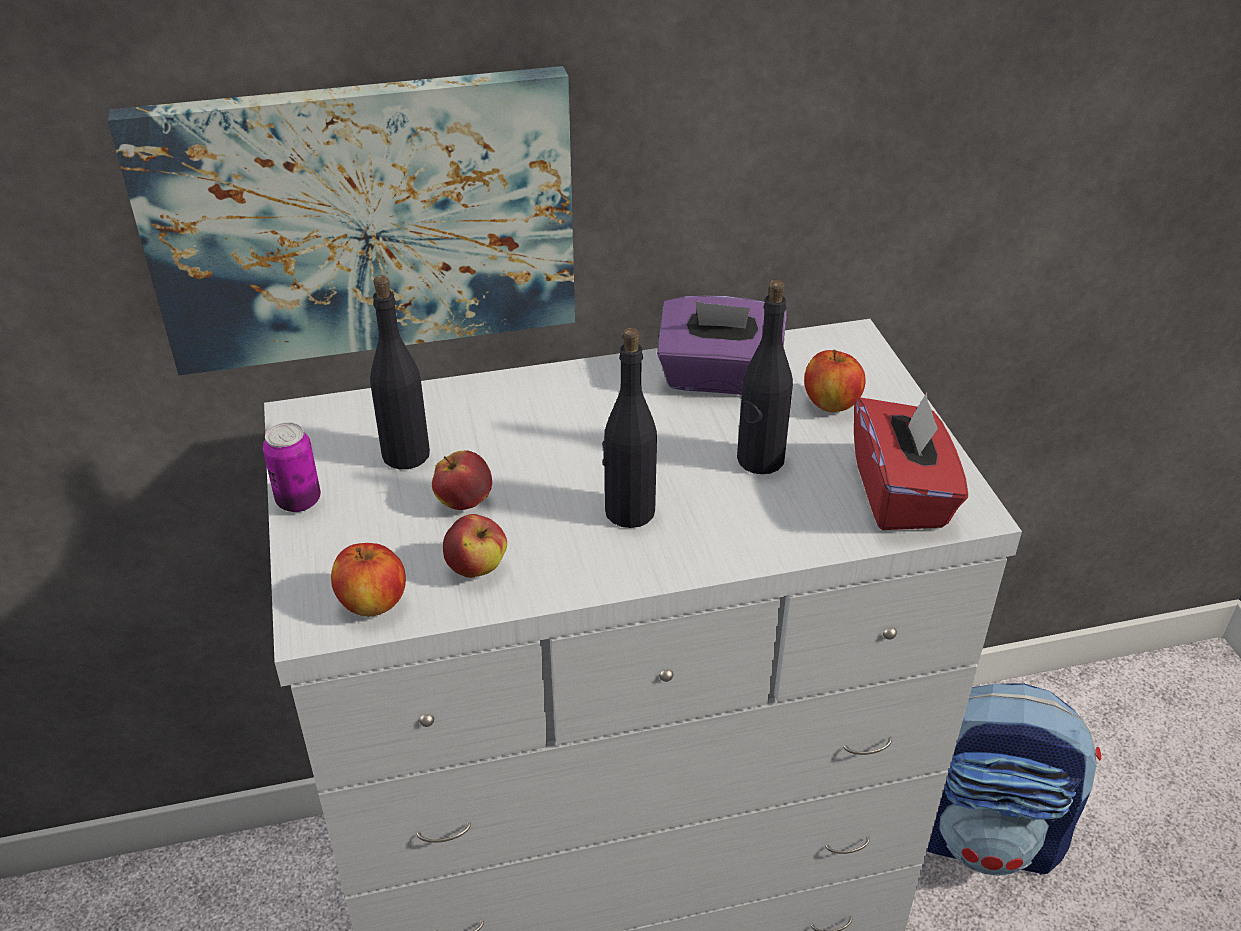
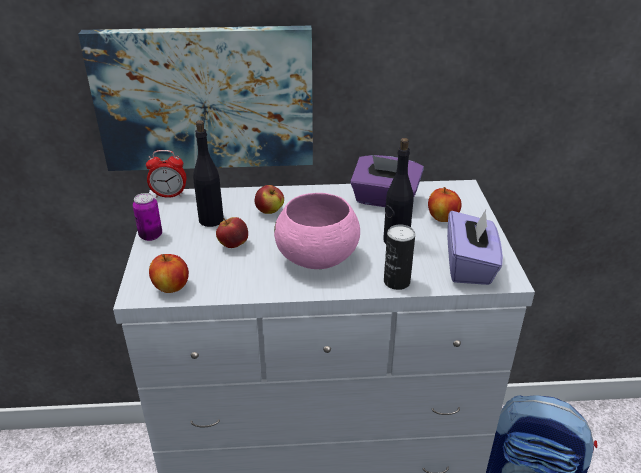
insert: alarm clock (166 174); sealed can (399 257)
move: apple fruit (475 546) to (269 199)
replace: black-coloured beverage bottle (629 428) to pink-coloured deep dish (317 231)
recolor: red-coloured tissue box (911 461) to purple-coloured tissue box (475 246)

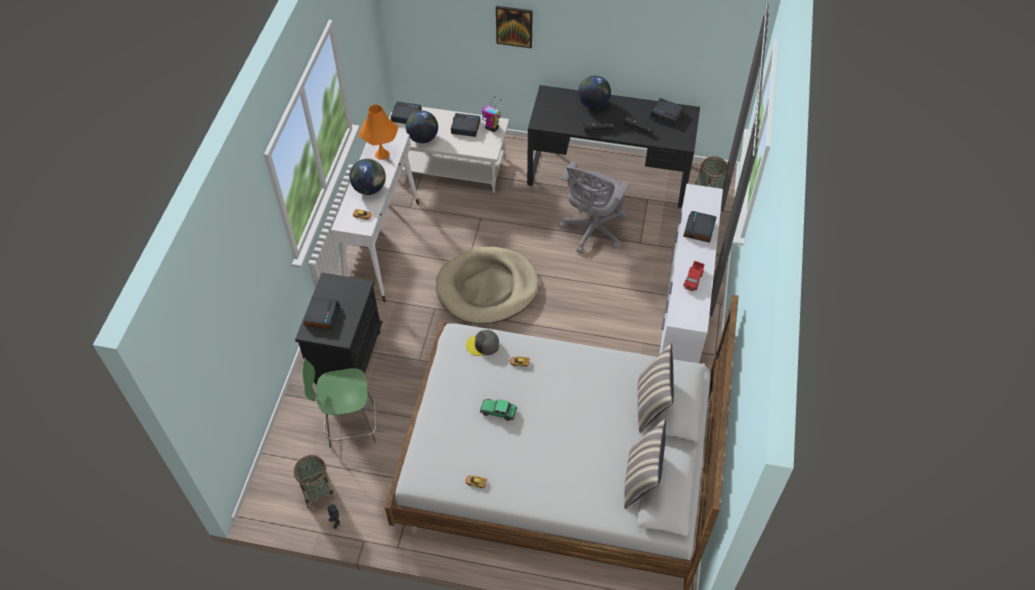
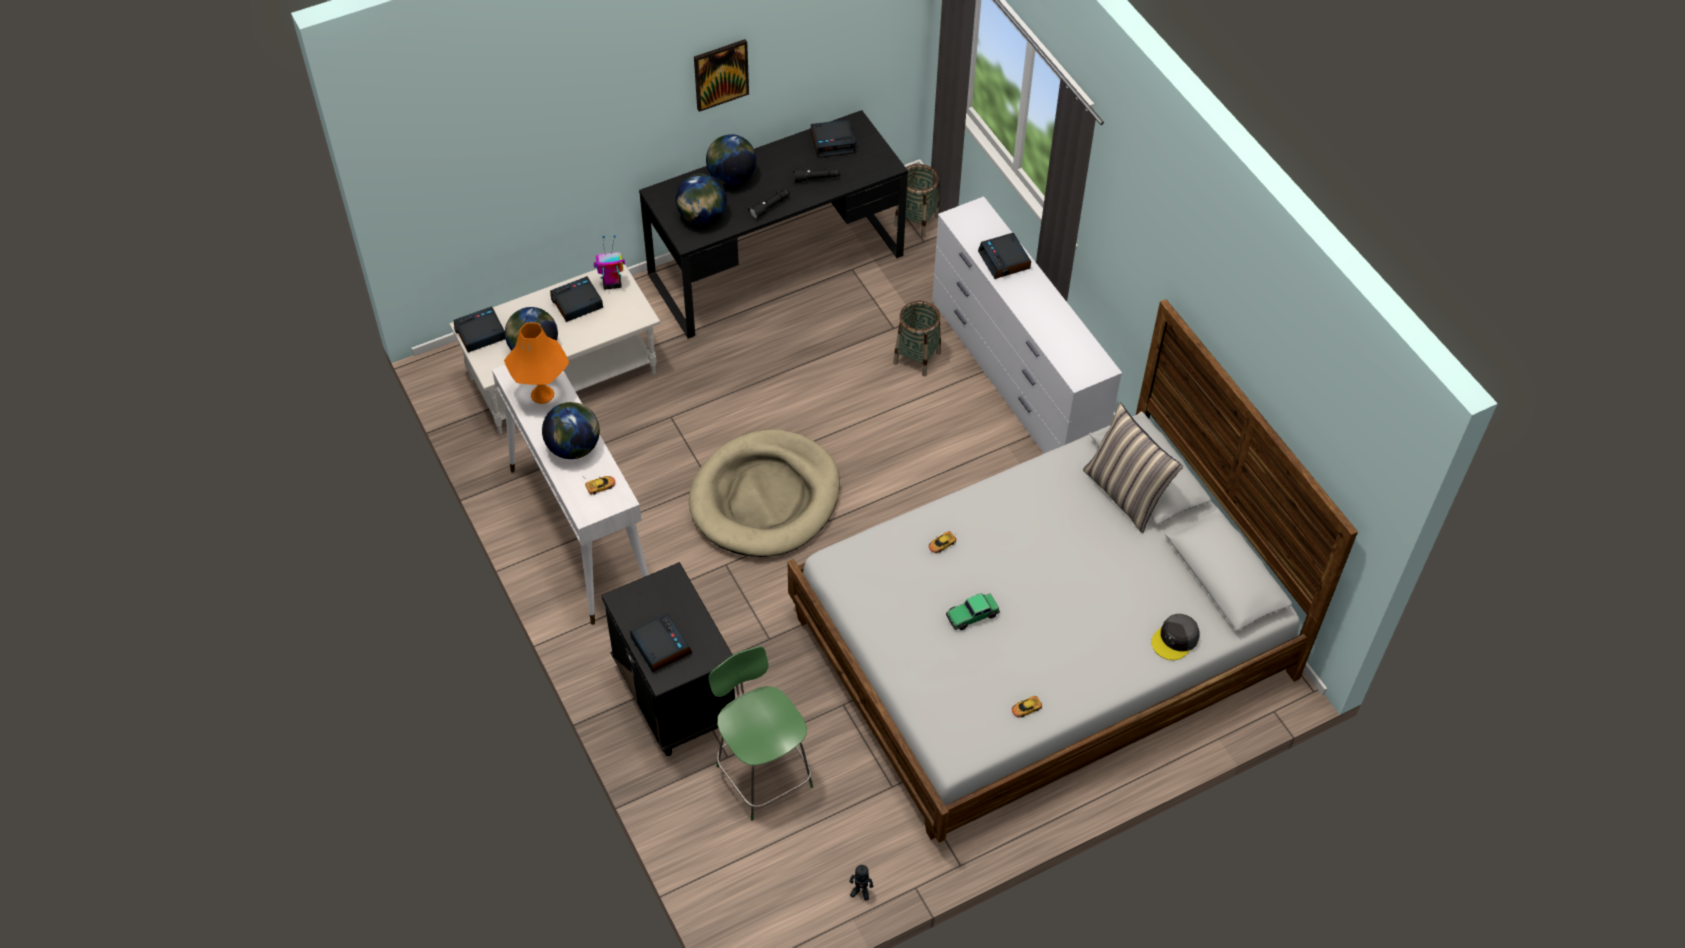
delete: greyish computer chair (594 208); pillow (645 464); toy truck (693 276)
insert: world globe (701 199)
move: basket (315 482) to (917 338); greyish cap (482 343) to (1175 637); picture (514 27) to (721 75)
rotate: green plain chair (339 403) = (760 733) 105 degrees clockwise

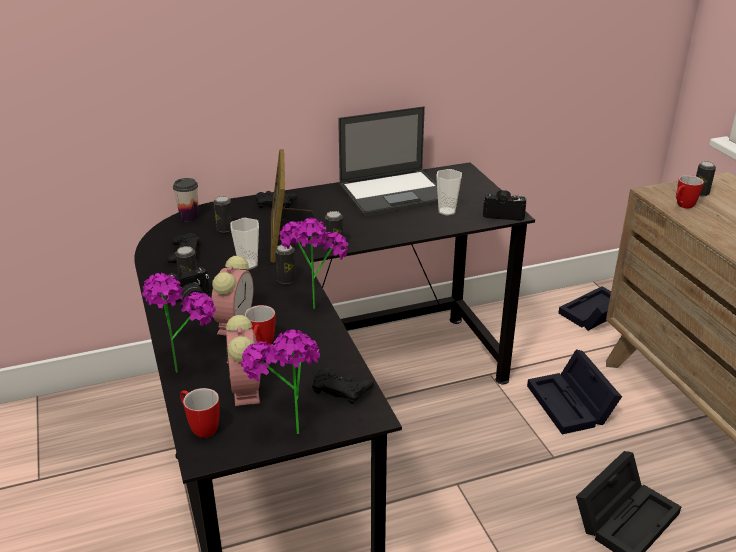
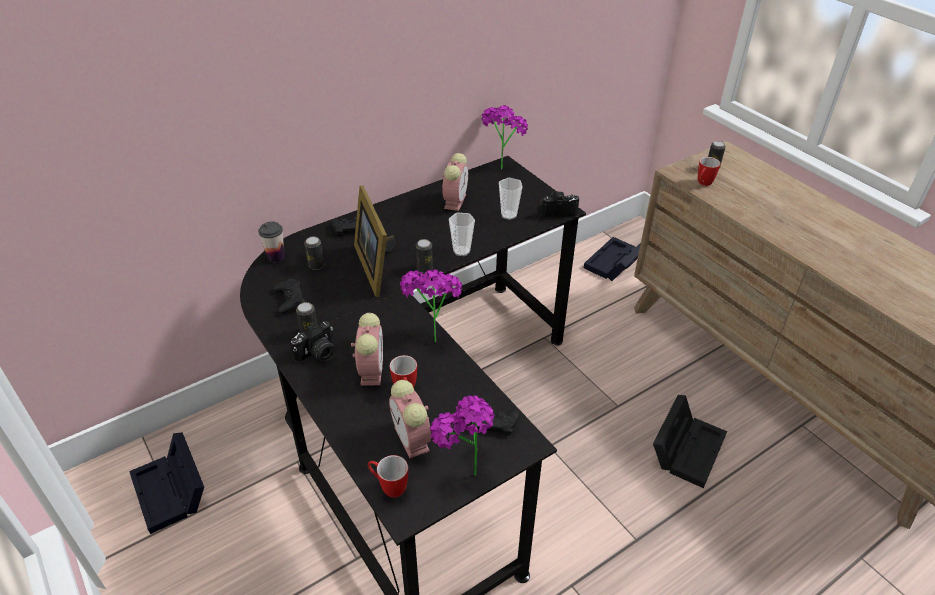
delete: sealed can (285 264)
move: plant in a pot (179 323) to (505 137); small cup (244 244) to (462 234); black-coloured storage box (574 392) to (166 483)
replace: portable computer (388 161) to alarm clock (455 182)

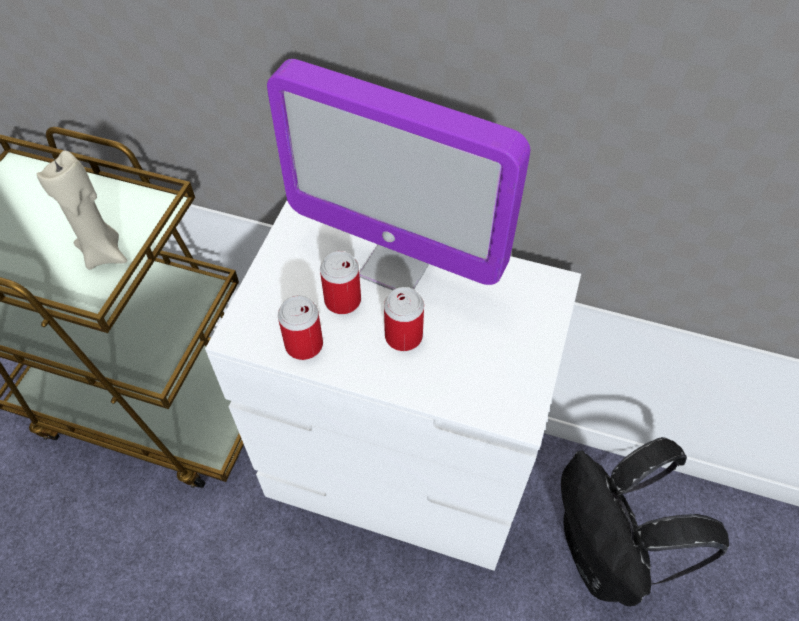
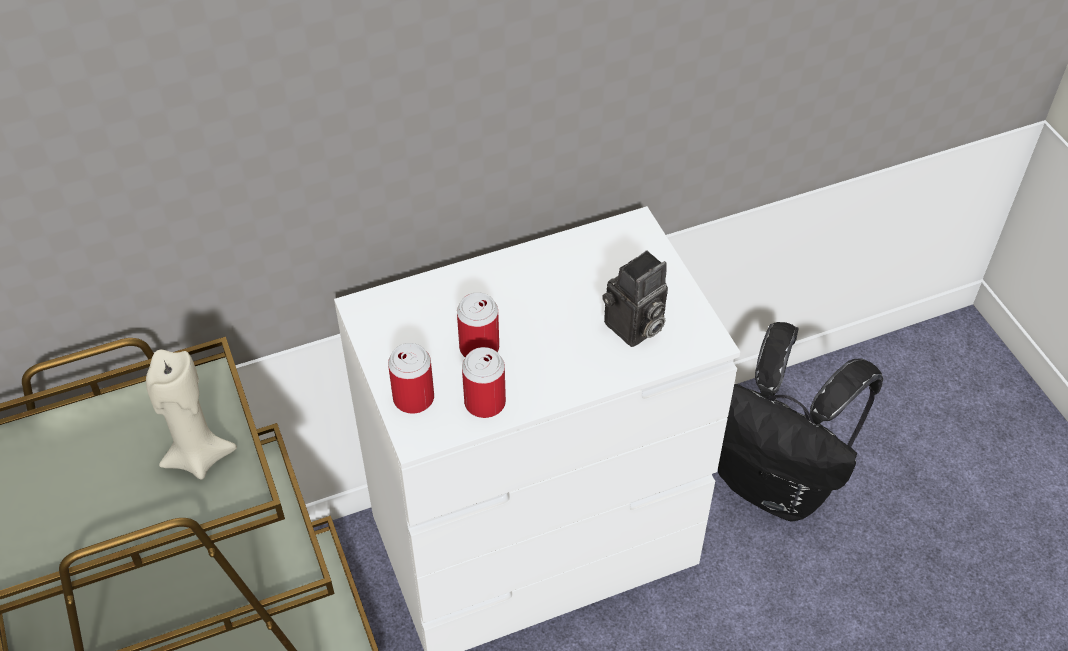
delete: monitor (398 174)
insert: photo camera (635 298)
move: sealed can (404 319) to (411 378)

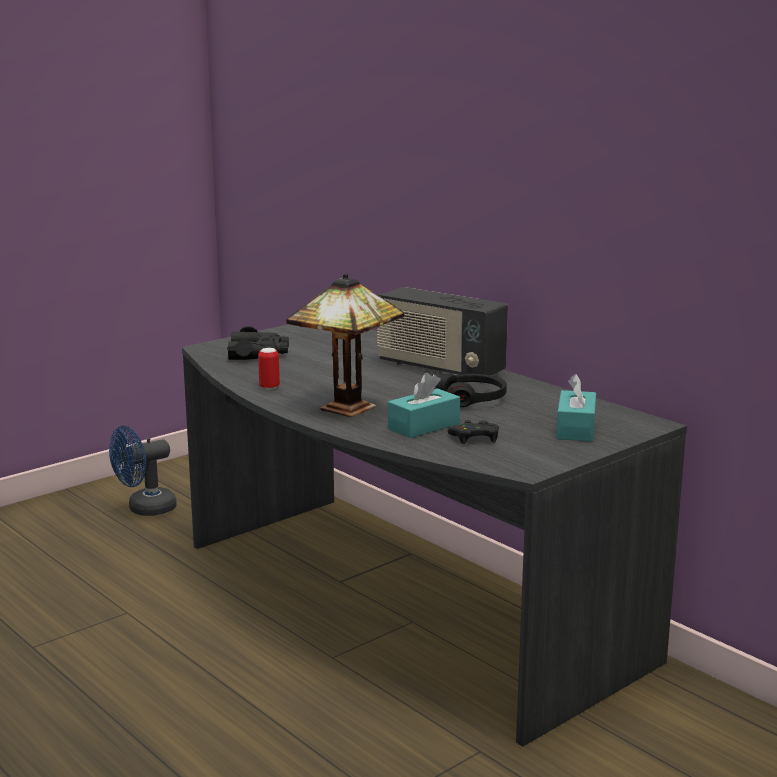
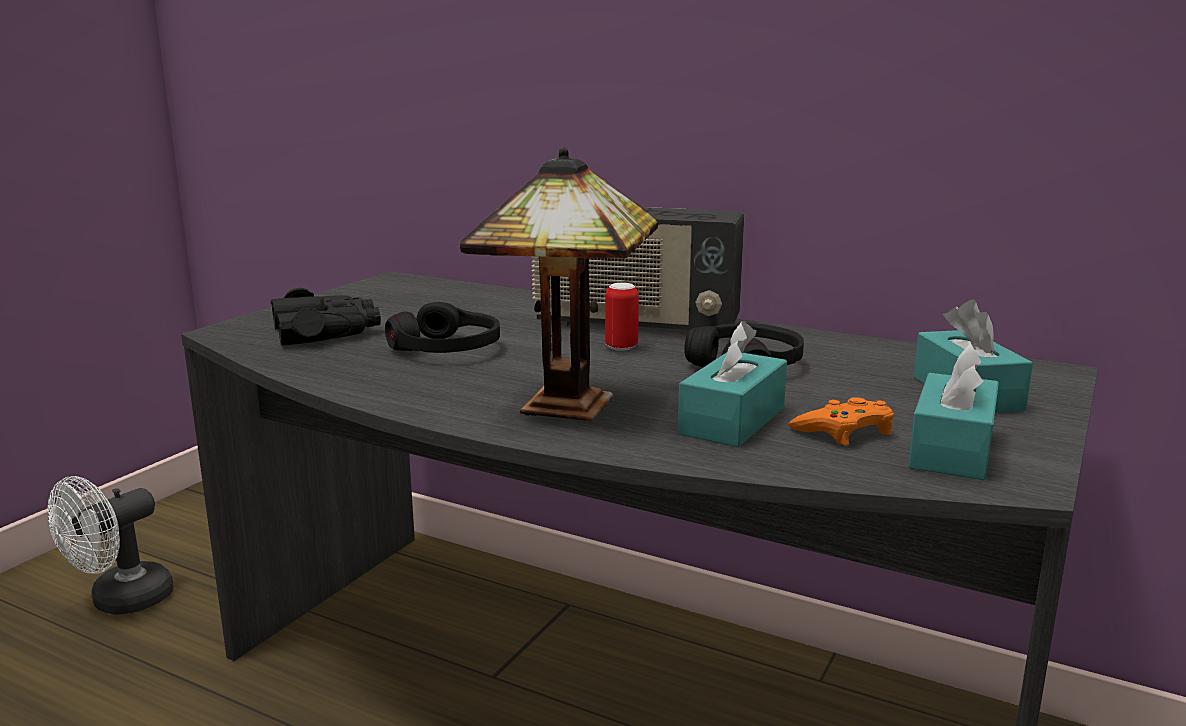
insert: black-coloured pair of headphones (442 327); turquoise-coloured tissue box (953 411)
move: sealed can (269 369) to (622 317)
recolor: bluish electric fan (143 471) to white-coloured electric fan (111 545); black-coloured joypad (473 432) to orange joypad (841 421)

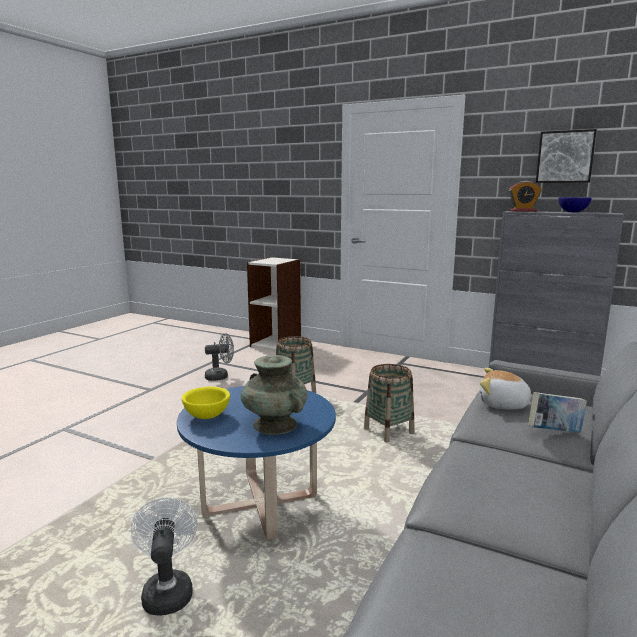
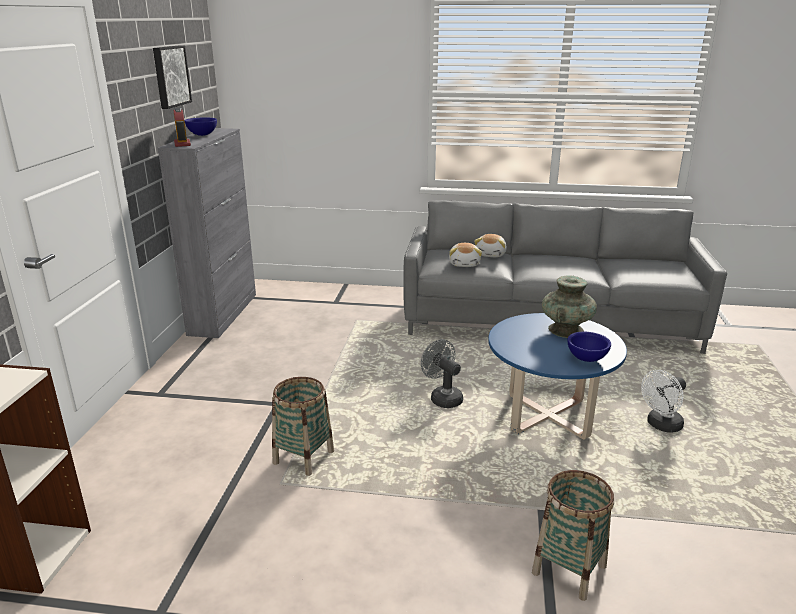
move: greyish electric fan (219 357) to (442 373); basket (389 403) to (573 535)
replace: bound book (558 412) to plush toy (490 245)
recolor: yellow-coloured deep dish (206 403) to bluish deep dish (589 347)

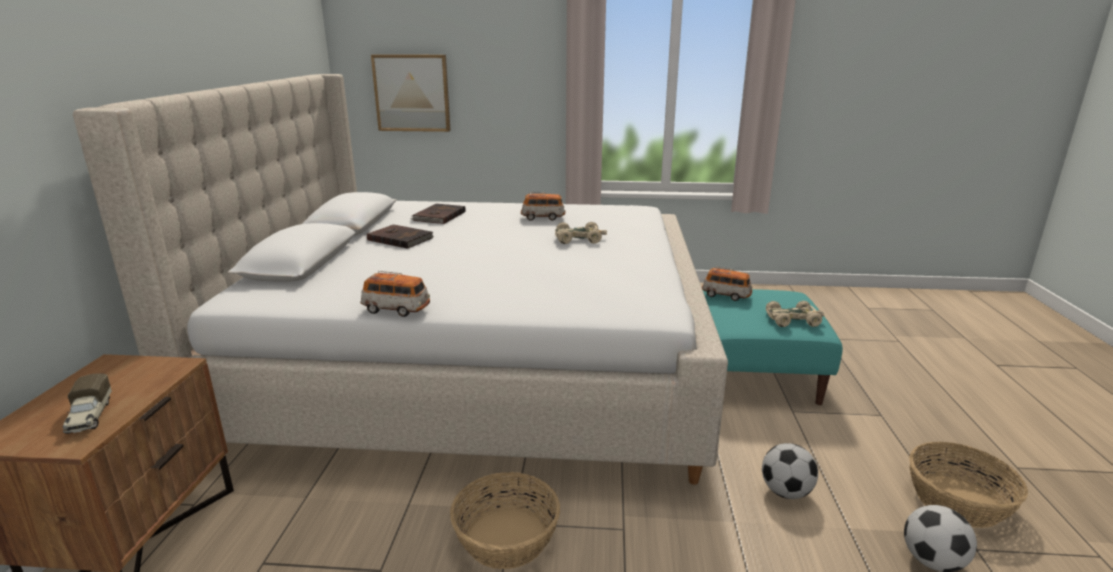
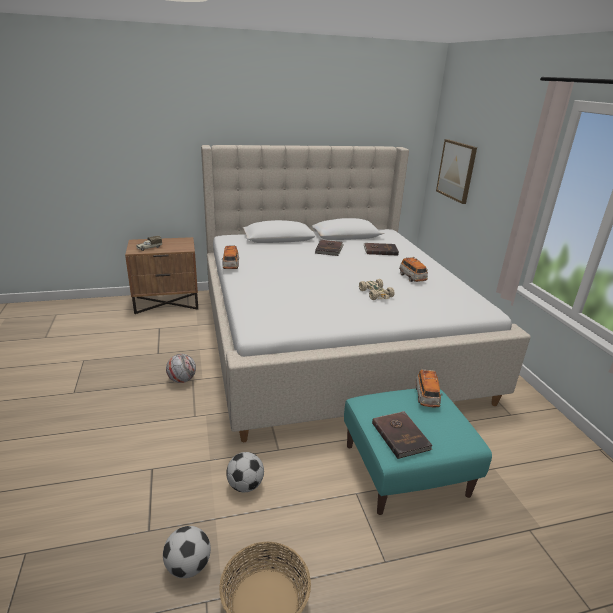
replace: basket (505 520) to football ball (181 368); sand-coloured miniature car (795 314) to brown bound book (402 435)

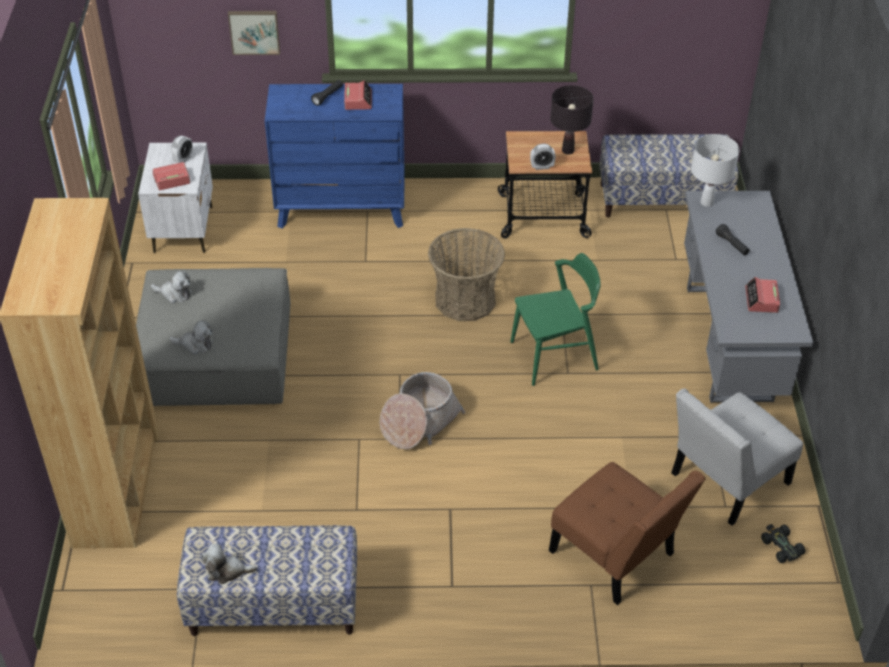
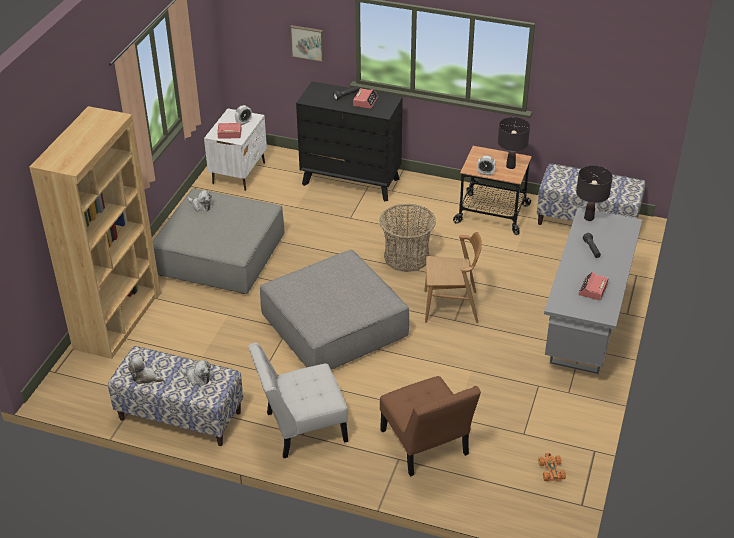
move: plush toy (191 337) to (196 373); white-coloured plain chair (737 457) to (298 400)
replace: basket (422 410) to greyish ottoman (334 310)
recolor: bluish dresser (335 156) to black-coloured dresser (349 141); green plain chair (556 319) to brown plain chair (453 277); white-coloured tabletop lamp (715 170) to black-coloured tabletop lamp (594 193); black-coloured miniature car (783 543) to orange miniature car (552 467)

